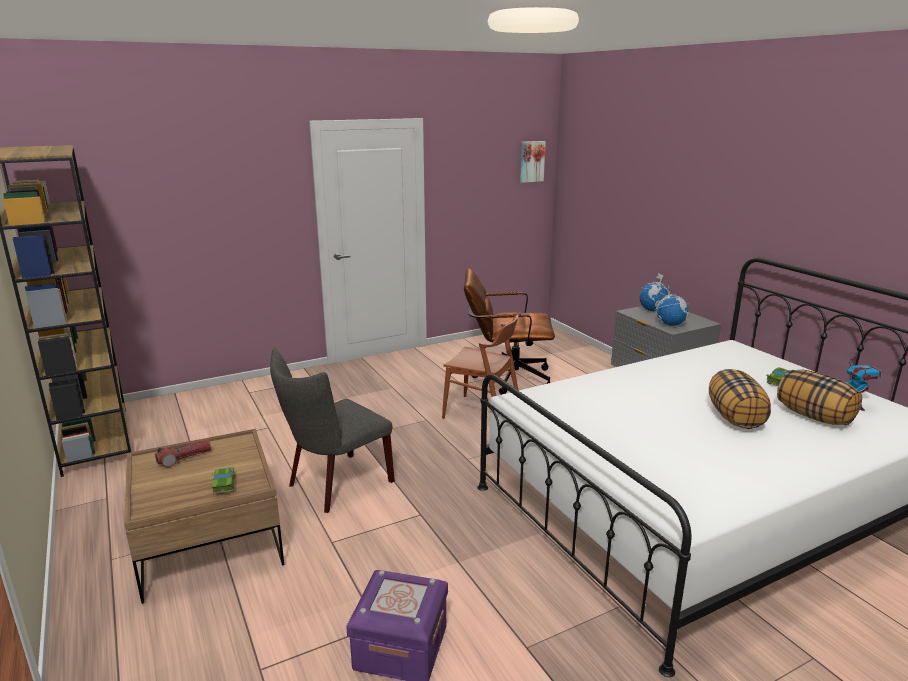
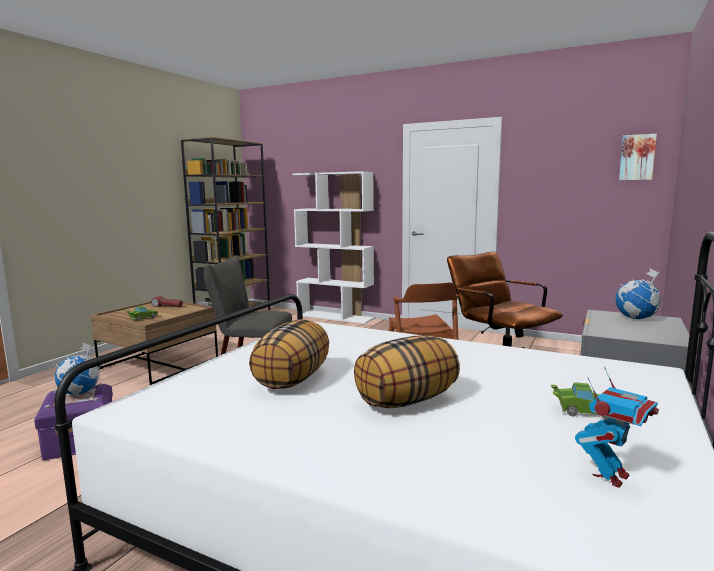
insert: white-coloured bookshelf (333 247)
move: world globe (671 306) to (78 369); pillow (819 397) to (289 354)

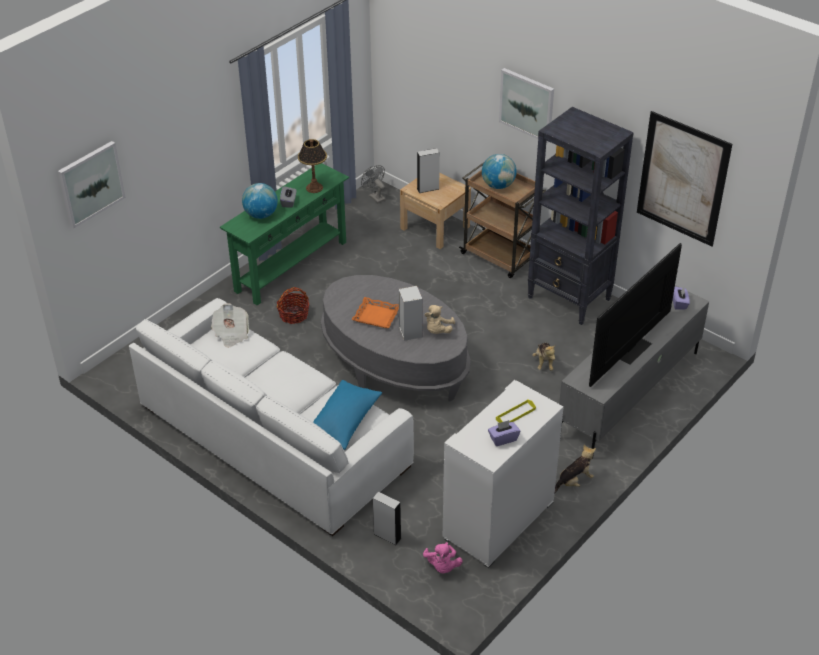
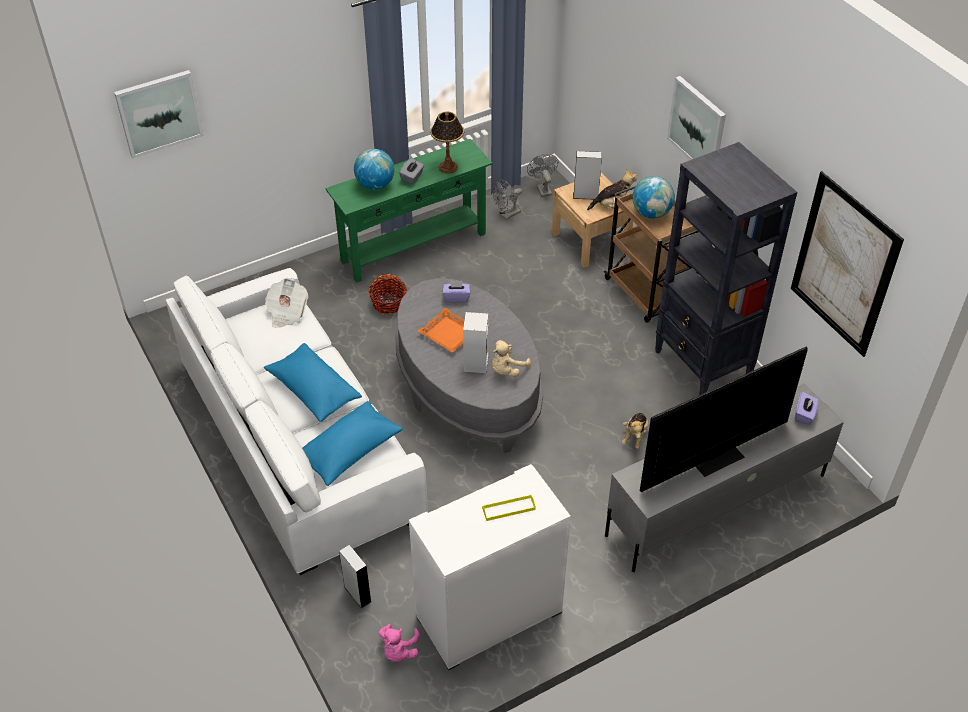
insert: bluish pillow (313 382); greyish electric fan (507 200)
move: purple-coloured tissue box (504 433) to (456 292); plush toy (575 469) to (612 189)

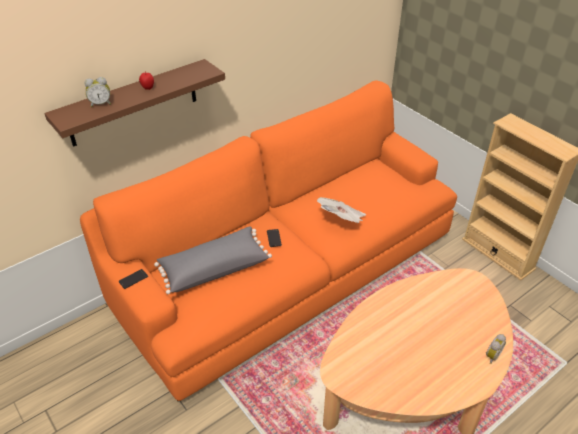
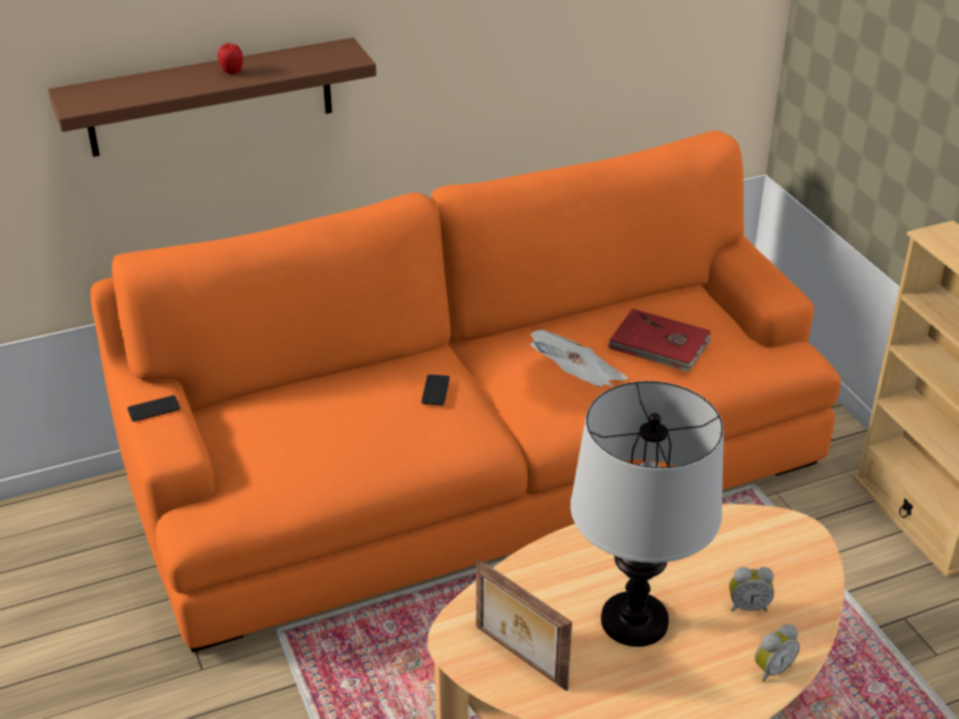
delete: greyish pillow (213 260)
insert: picture frame (524 625); tabletop lamp (647 514); red-coloured bound book (659 340)
move: alarm clock (97 92) to (751 589)

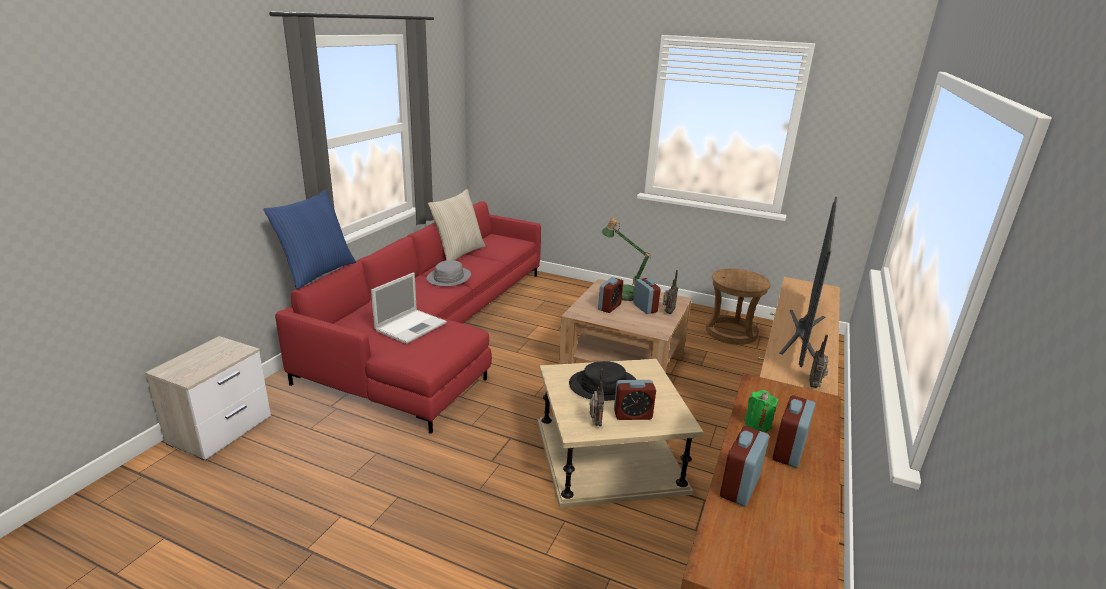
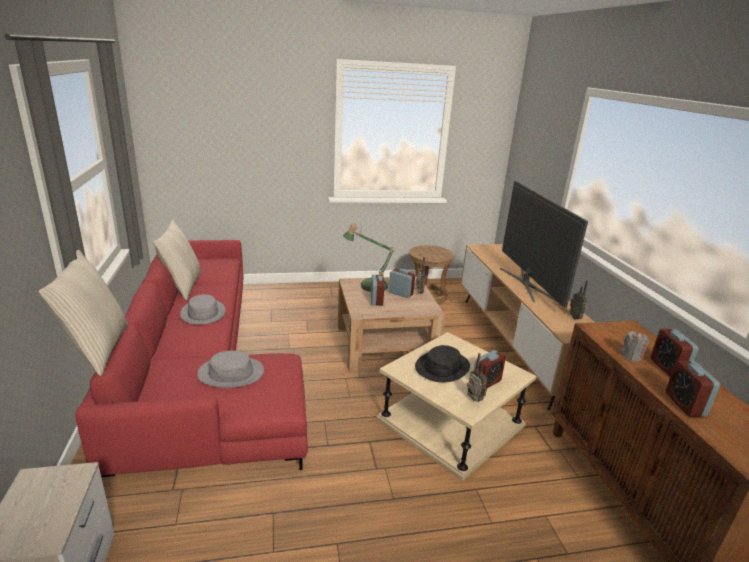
replace: portable computer (409 308) to greyish hat (230 369)
recolor: bluish pillow (309 239) to sand-coloured pillow (83 313); green candle (761 411) to greyish candle (634 346)

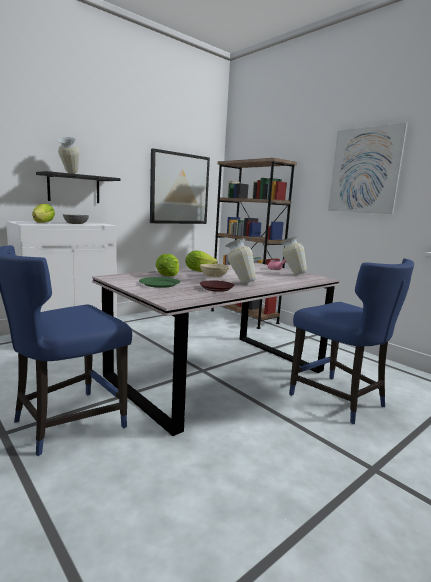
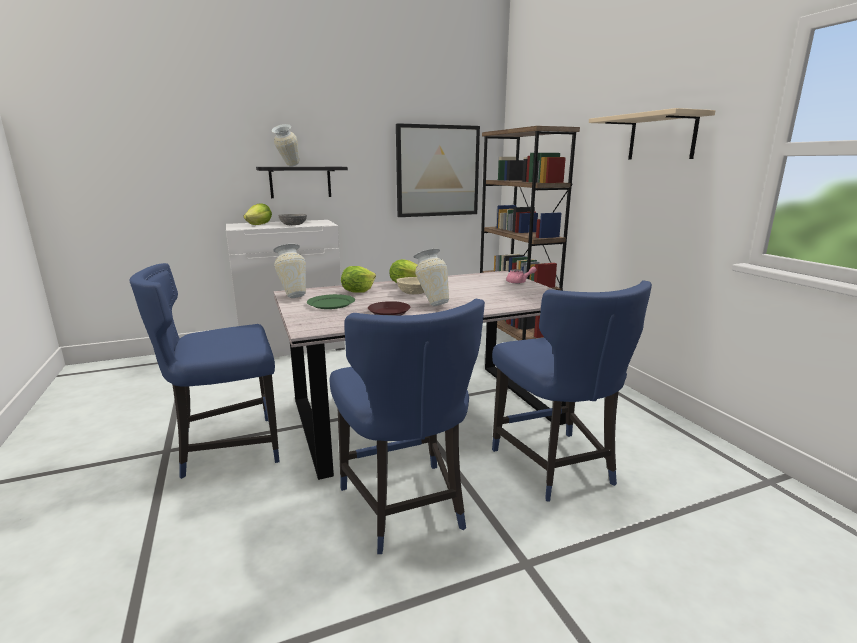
insert: bluish plain chair (407 426)
move: flower vase (293 255) to (289 271)
replace: picture (368 168) to sand-coloured wall shelf (652 134)

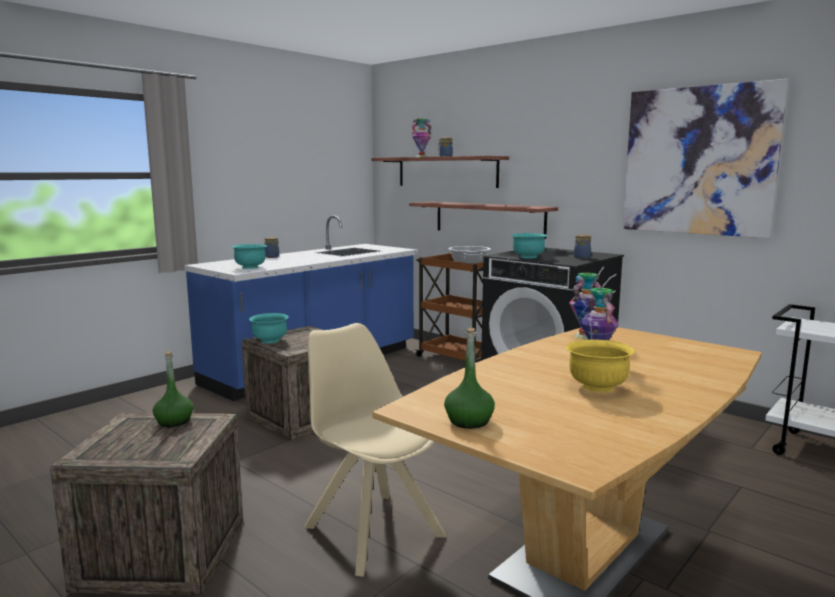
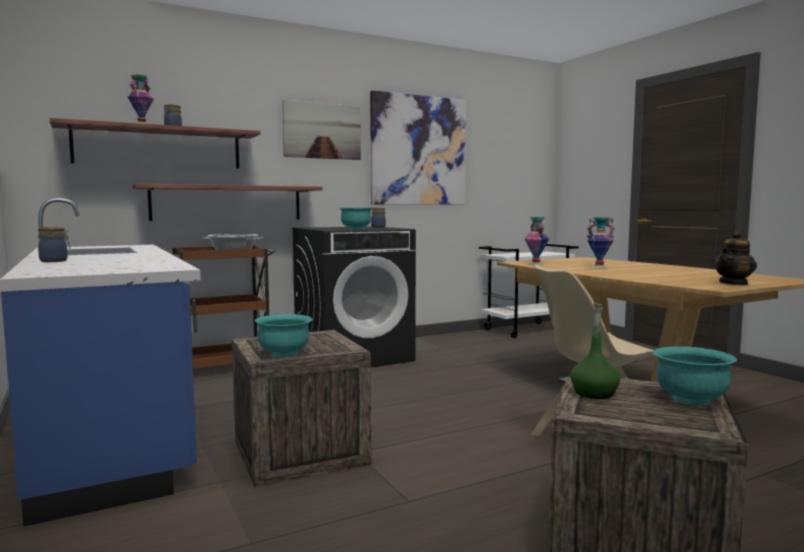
delete: yellow-coloured deep dish (600 366)
insert: picture (321 130)
move: turquoise-coloured deep dish (249 256) to (695 376)
replace: green beverage bottle (469 378) to teapot (735 258)

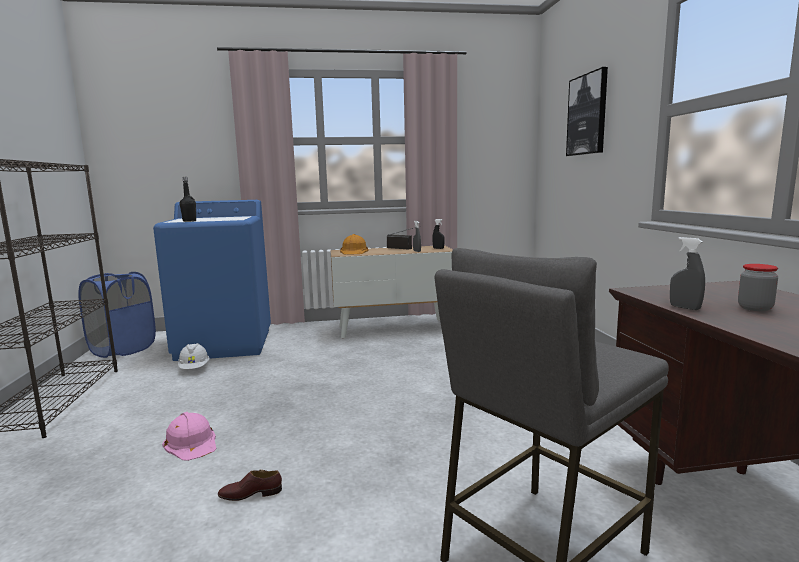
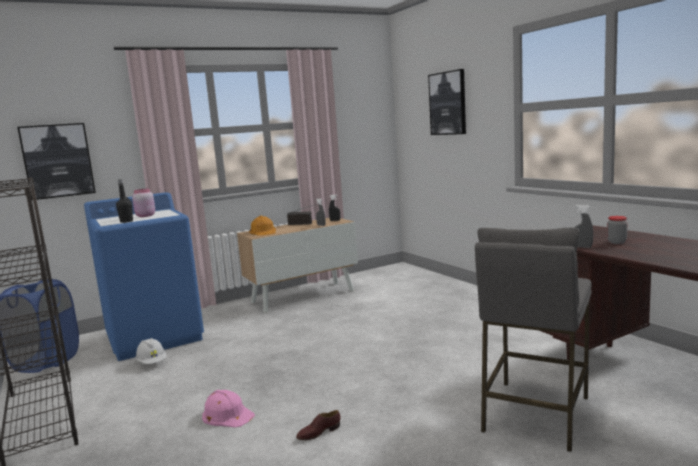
insert: picture (56 161); pink-coloured preserve jar (143 203)

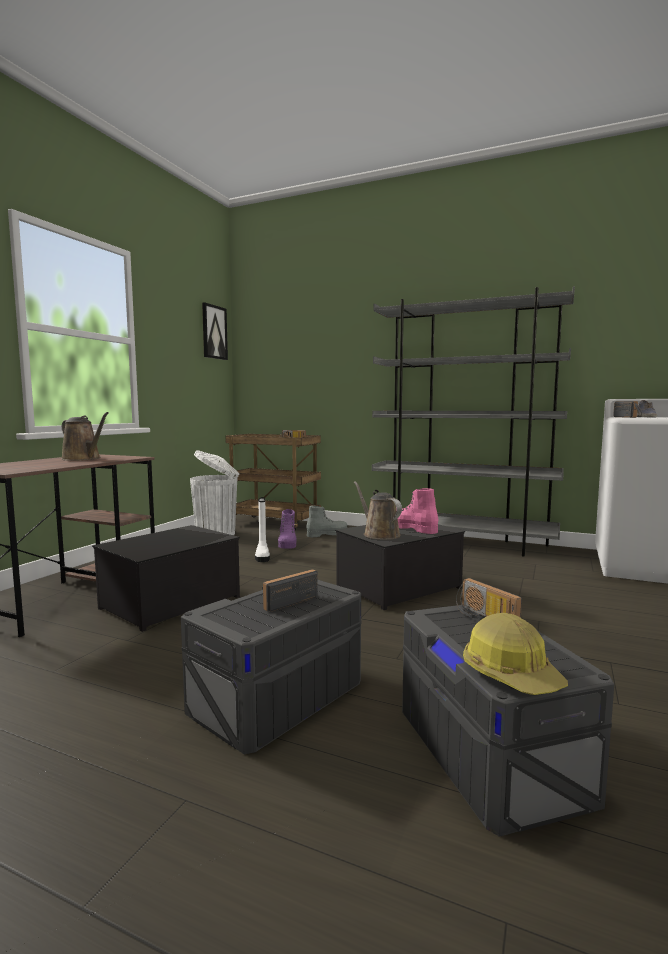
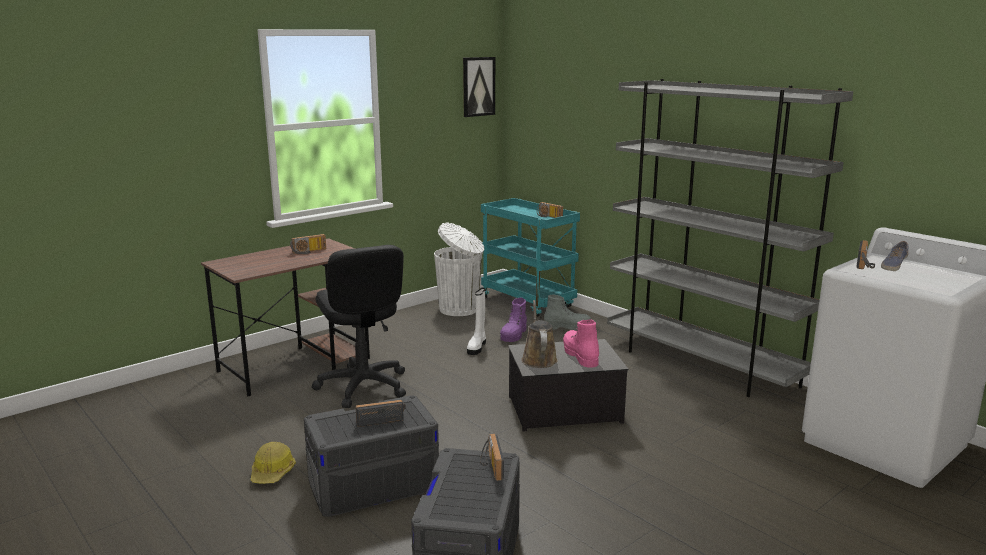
move: safety helmet (515 654) to (273 463)
replace: brown watering can (85 436) to radio (308 244); storage box (166 578) to black-coloured computer chair (359 326)
recolor: brown trolley (273 482) to turquoise-coloured trolley (530 257)

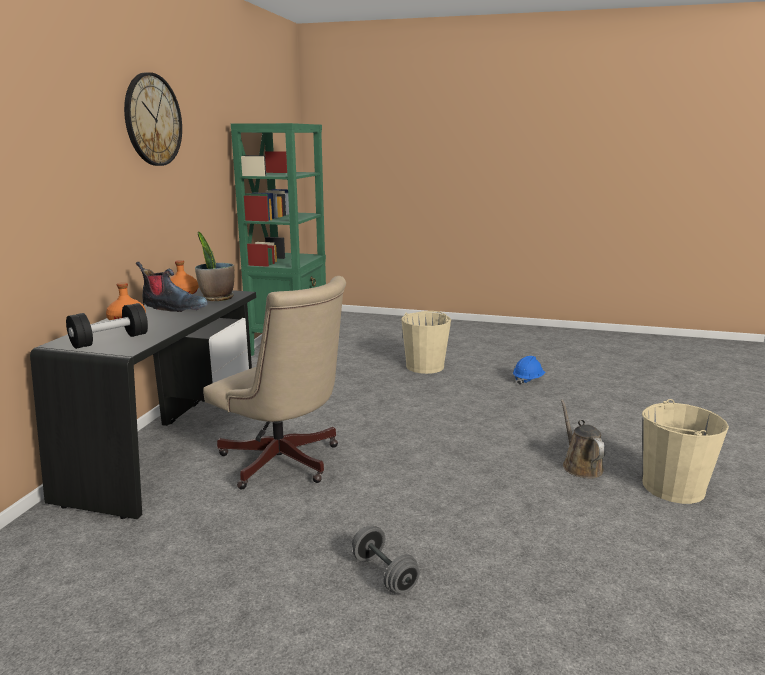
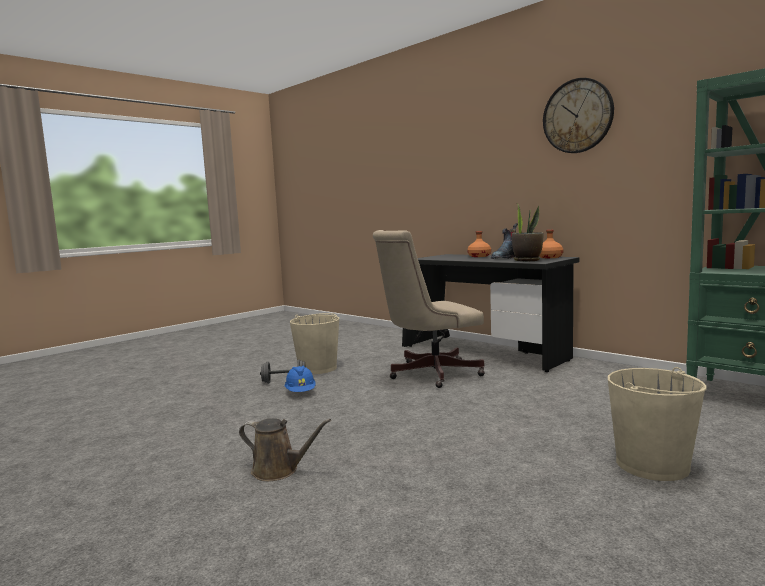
delete: black-coloured hand weight (107 326)
move: bluish safety helmet (529 370) to (300 379); sand-coloured water bucket (685 451) to (314 343)

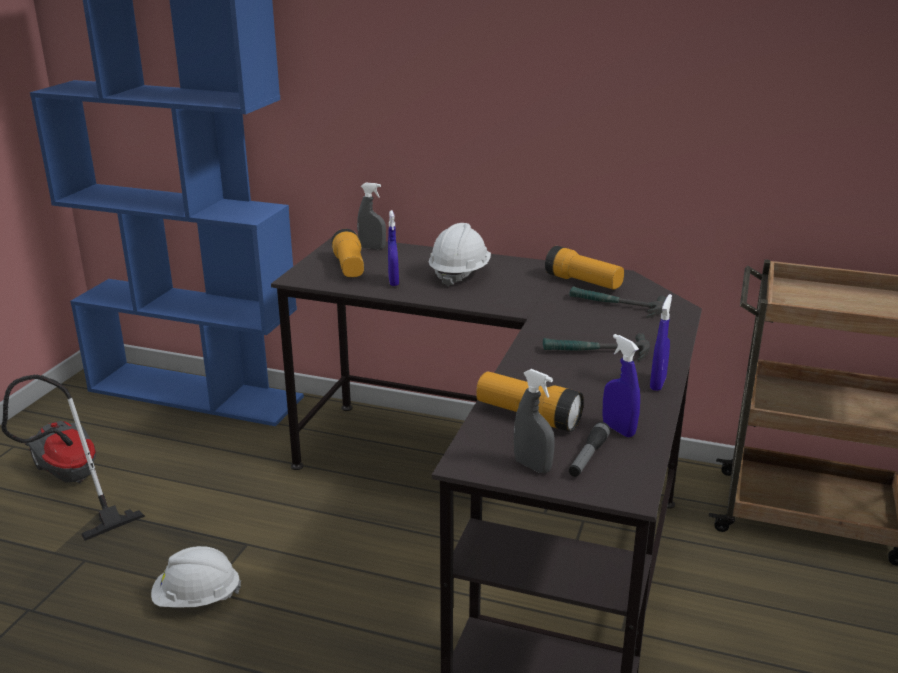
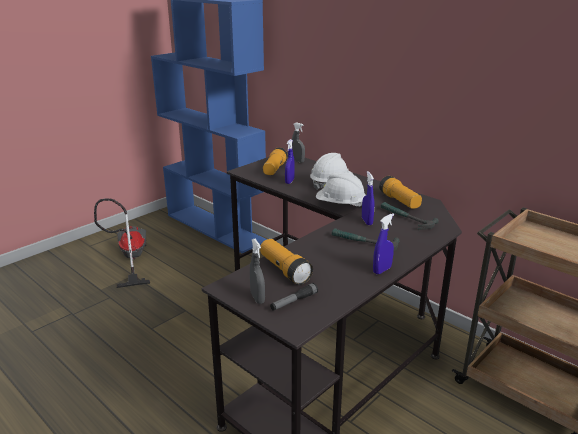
move: white-coloured safety helmet (196 577) to (341 189); bluish hand sprayer (621 385) to (368 198)

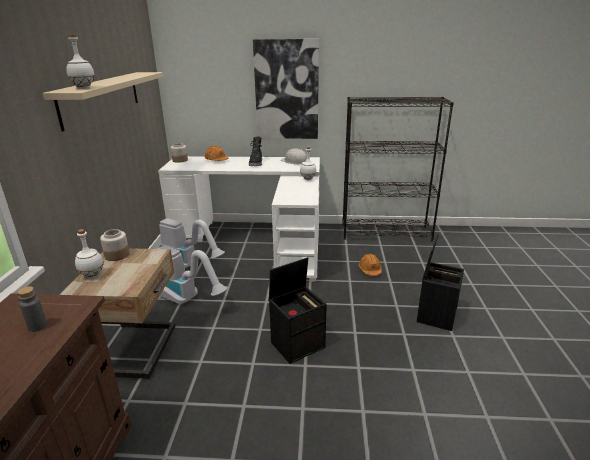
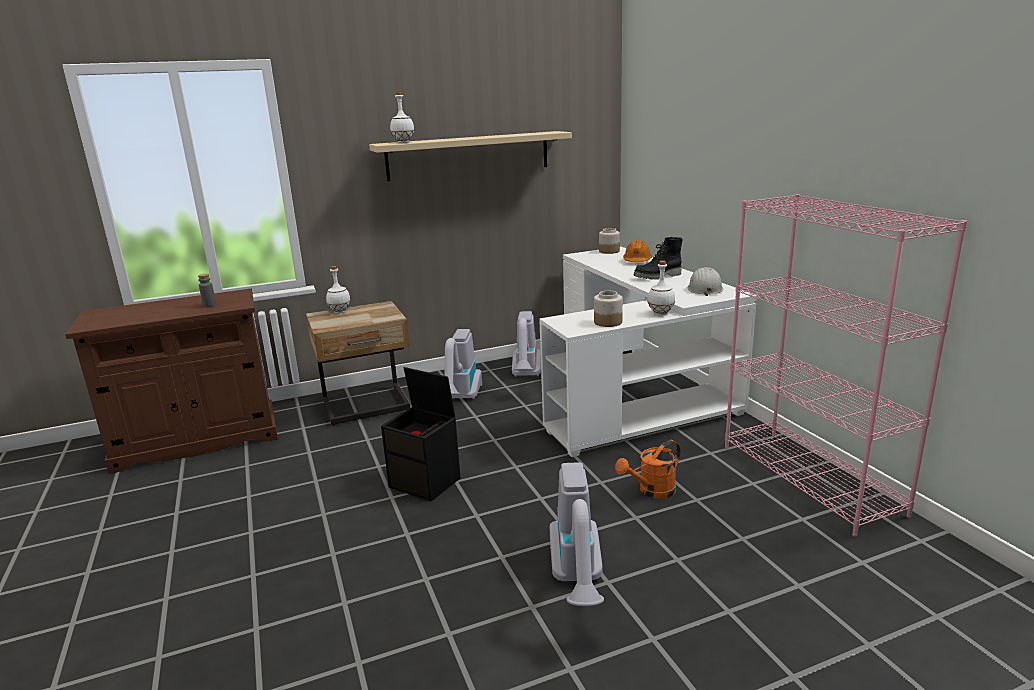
delete: picture (286 89)
move: preserve jar (115 245) to (608 309)
replace: orange safety helmet (370 265) to orange watering can (647 469); black-coloured storage box (440 282) to vacuum (577 534)
recolor: black-coloured bookshelf (398 169) to pink-coloured bookshelf (846 365)

